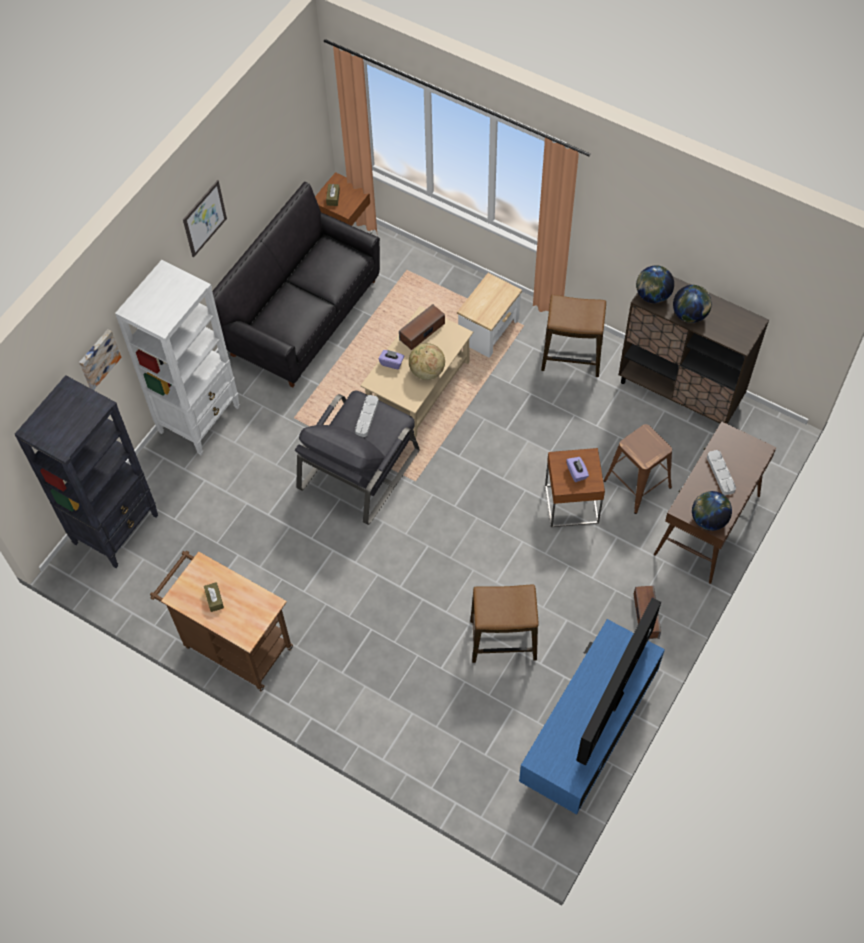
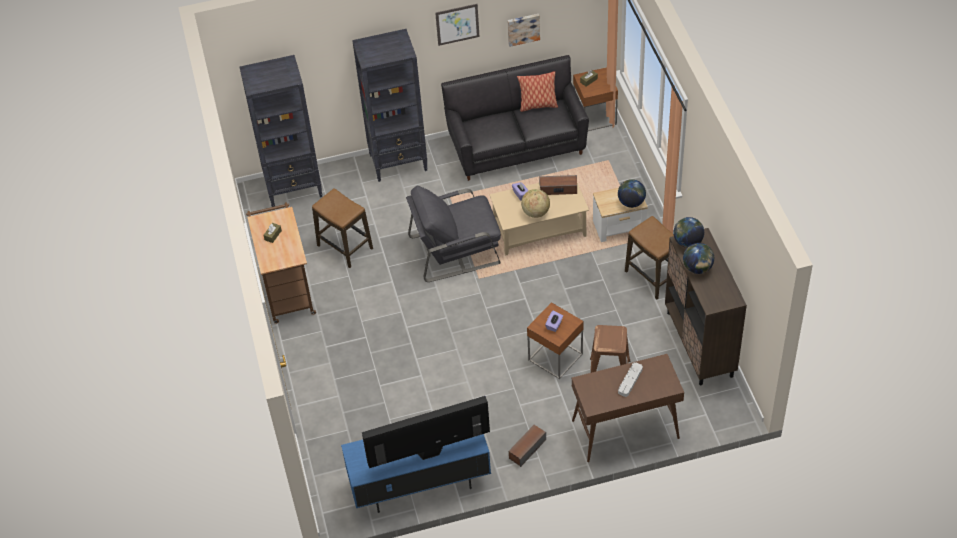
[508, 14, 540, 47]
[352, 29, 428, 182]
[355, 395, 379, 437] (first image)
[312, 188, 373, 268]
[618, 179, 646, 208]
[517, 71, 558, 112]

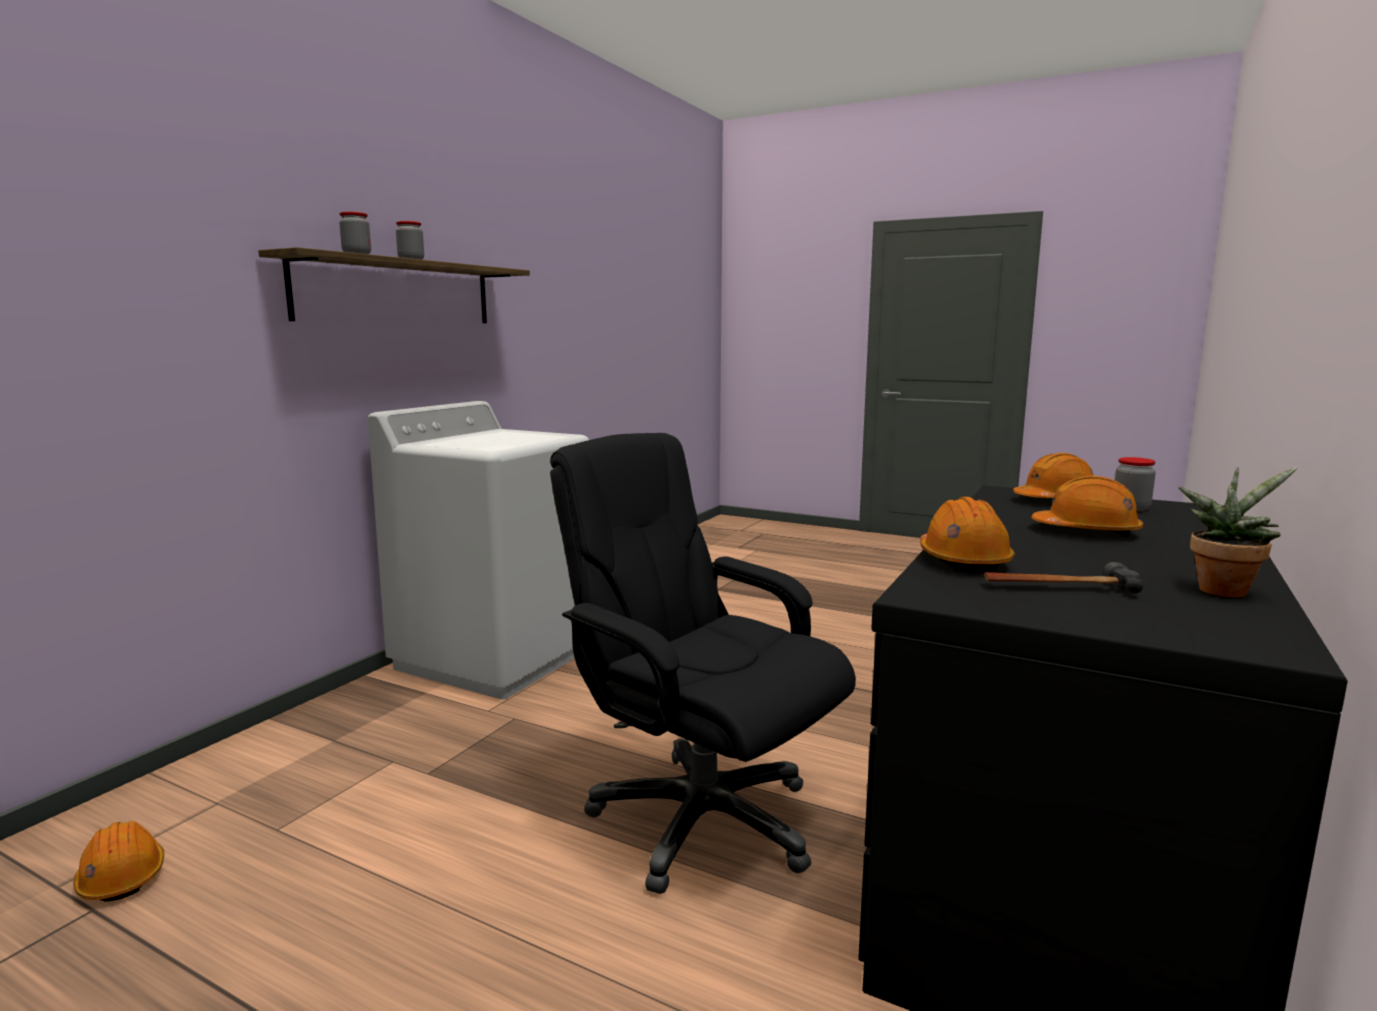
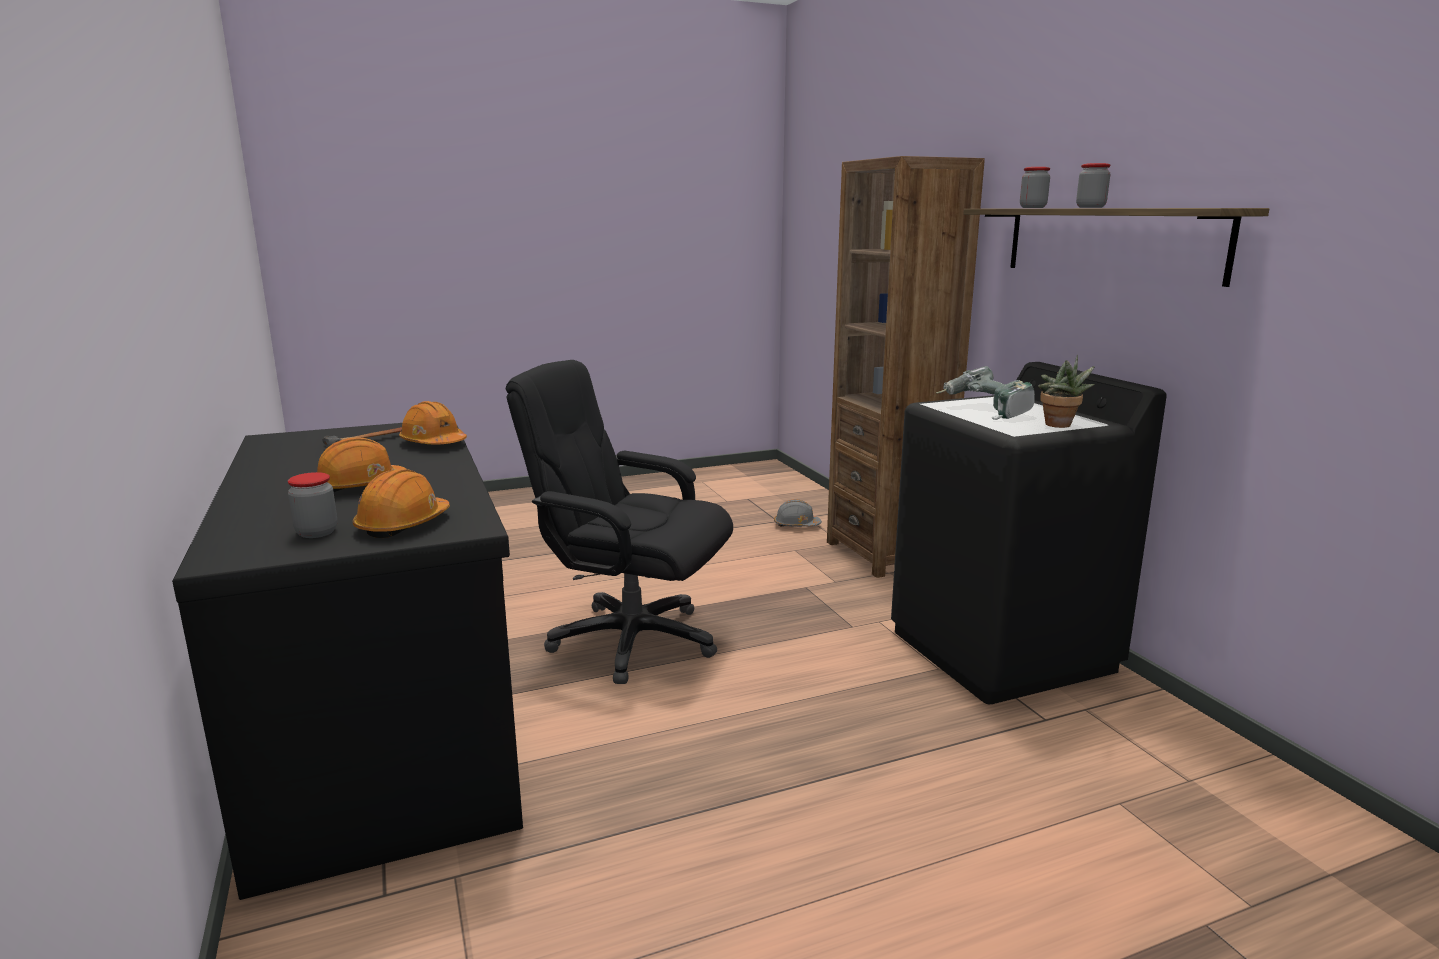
[774, 499, 822, 527]
[891, 362, 1167, 704]
[506, 360, 733, 684]
[1038, 355, 1095, 428]
[827, 156, 985, 578]
[936, 366, 1035, 420]

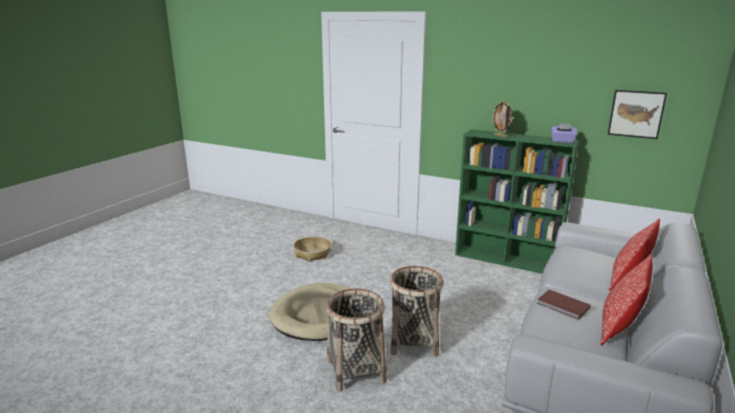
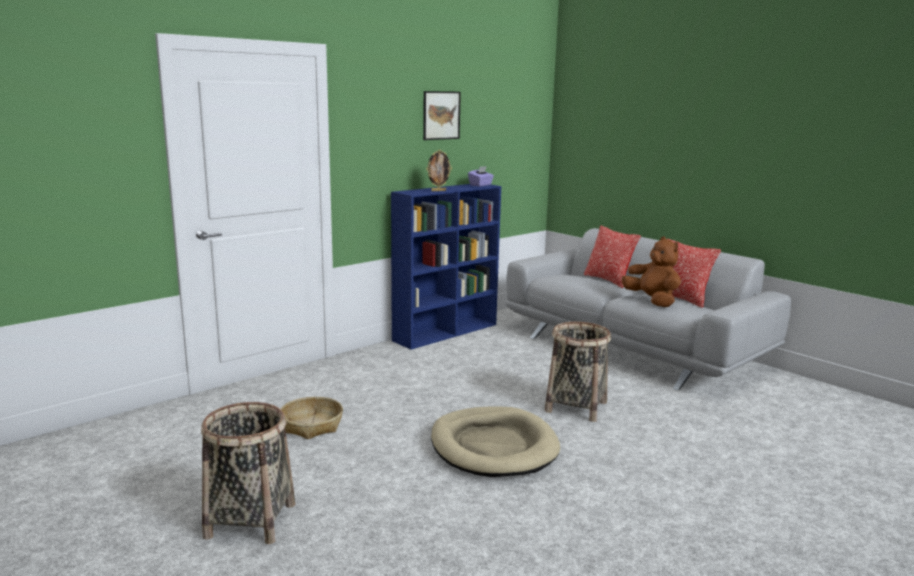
[201, 402, 295, 544]
[391, 184, 501, 349]
[622, 237, 681, 307]
[423, 91, 461, 140]

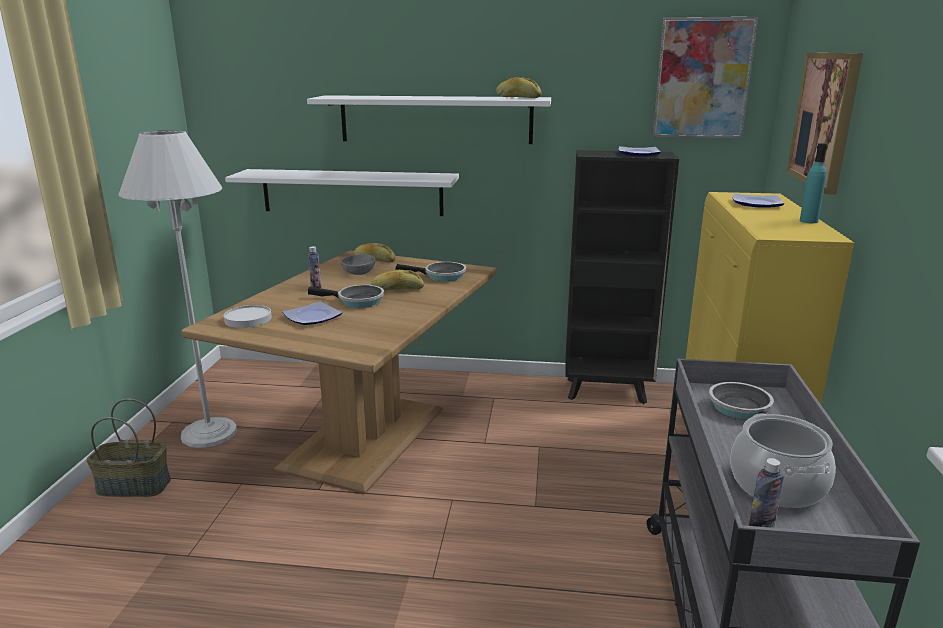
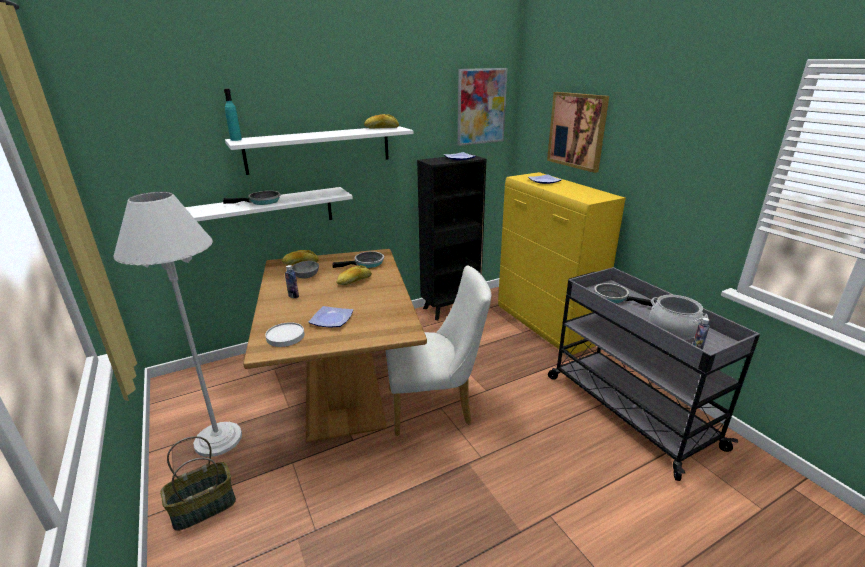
[223, 191, 280, 205]
[224, 89, 242, 141]
[385, 265, 491, 436]

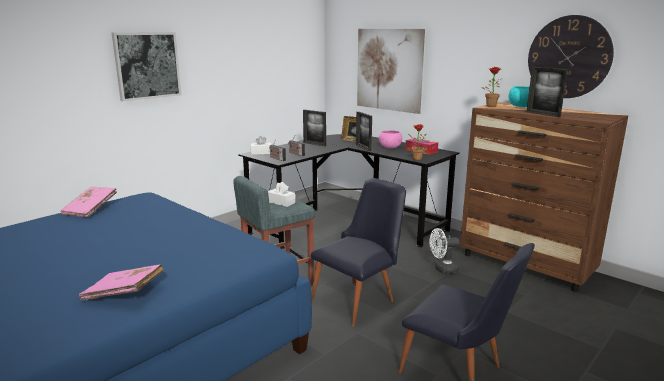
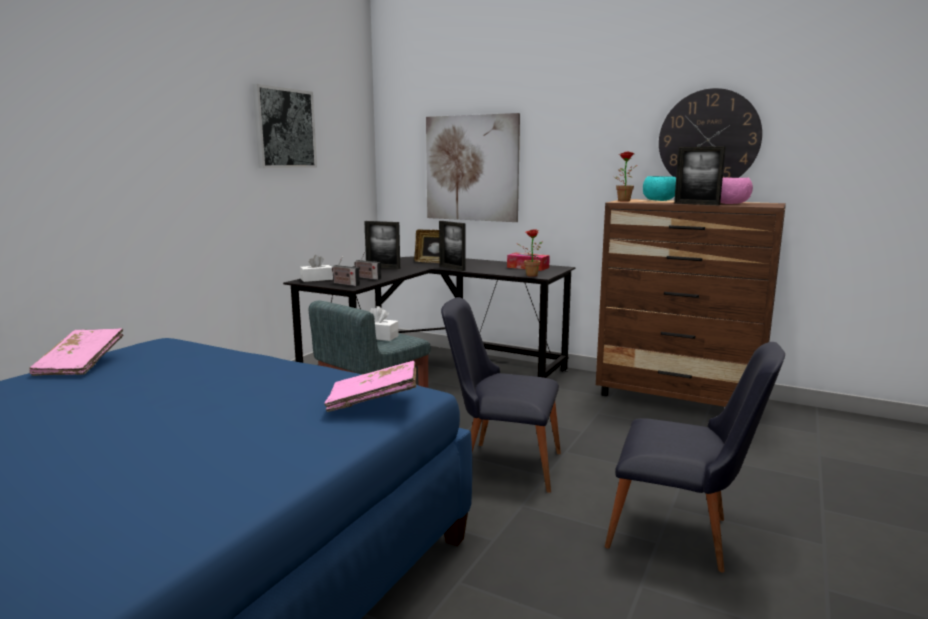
[324, 361, 417, 412]
[252, 84, 317, 168]
[441, 297, 561, 493]
[720, 177, 753, 204]
[430, 228, 459, 274] (first image)

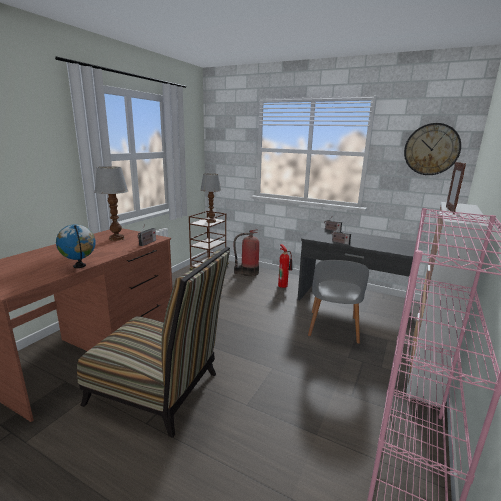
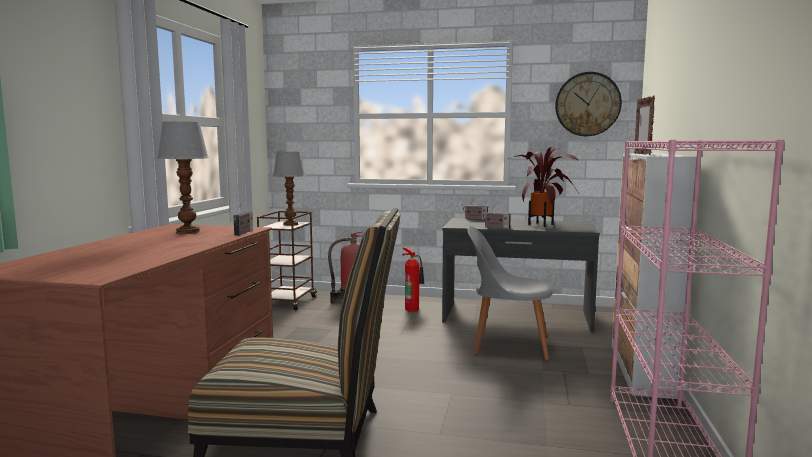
[56, 224, 96, 268] (first image)
[468, 226, 553, 360]
[508, 147, 579, 227]

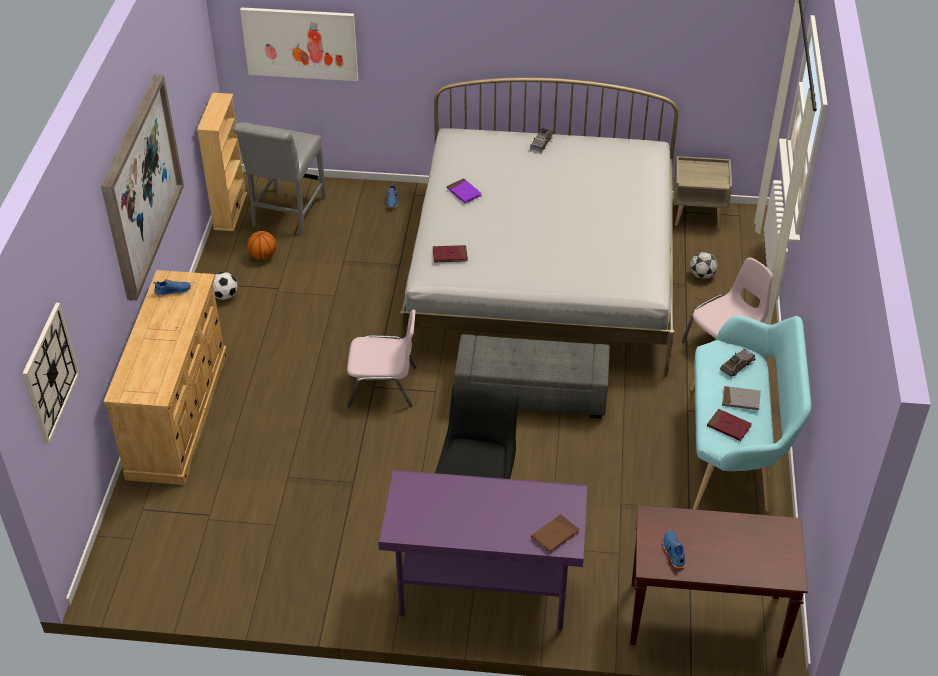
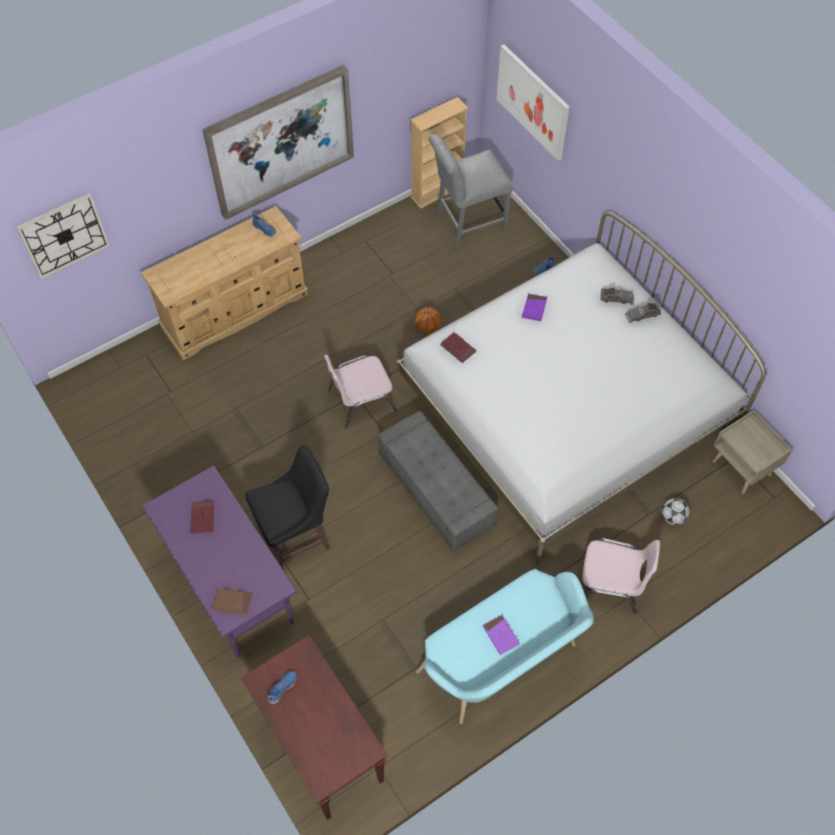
[213, 272, 238, 300] (first image)
[415, 307, 441, 334]
[324, 354, 397, 428]
[191, 500, 214, 534]
[601, 288, 634, 305]
[483, 615, 520, 655]

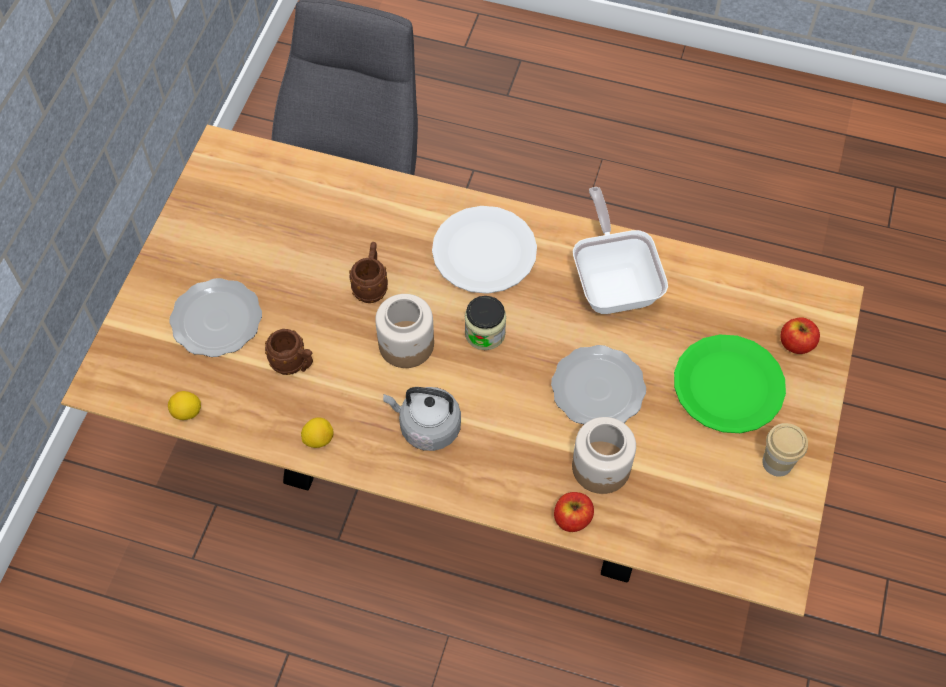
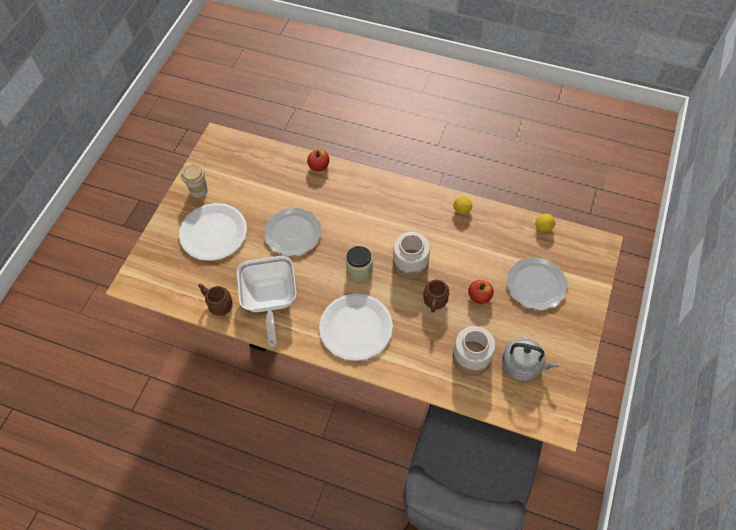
[198, 283, 233, 316]
[502, 338, 559, 381]
[453, 326, 496, 376]
[179, 203, 247, 261]
[468, 280, 494, 304]

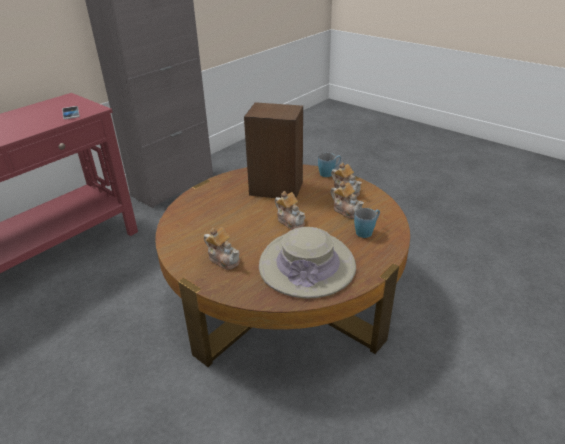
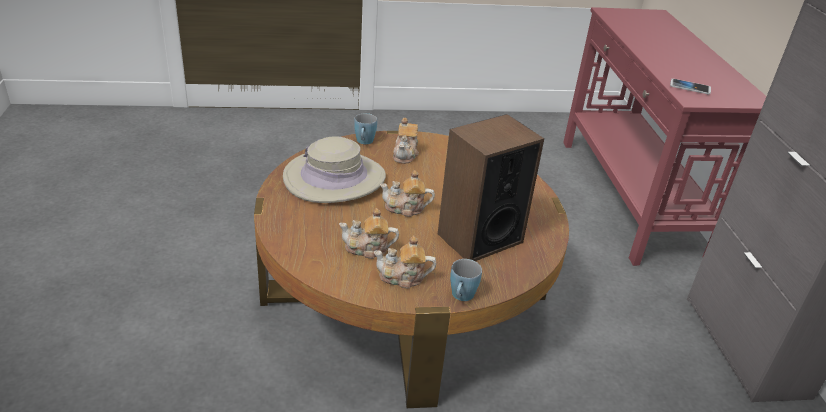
[393, 118, 419, 164]
[354, 113, 377, 144]

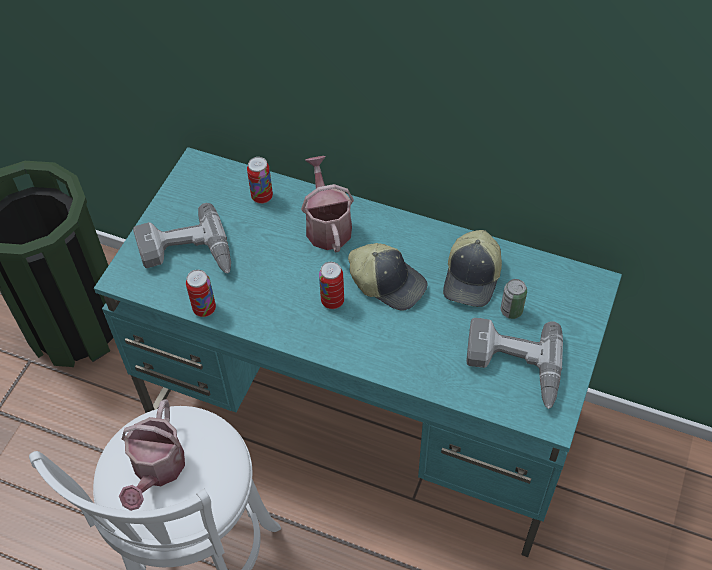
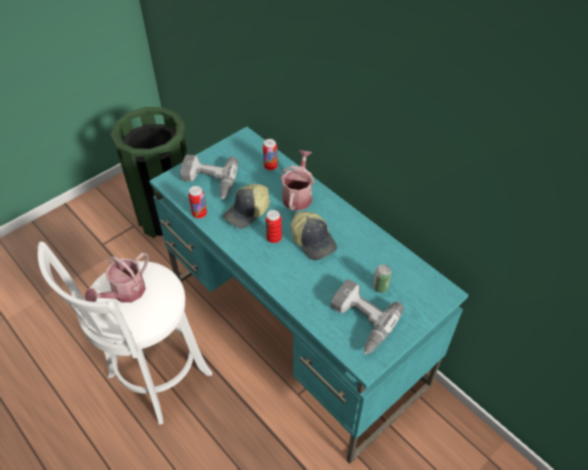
[223, 184, 270, 228]

